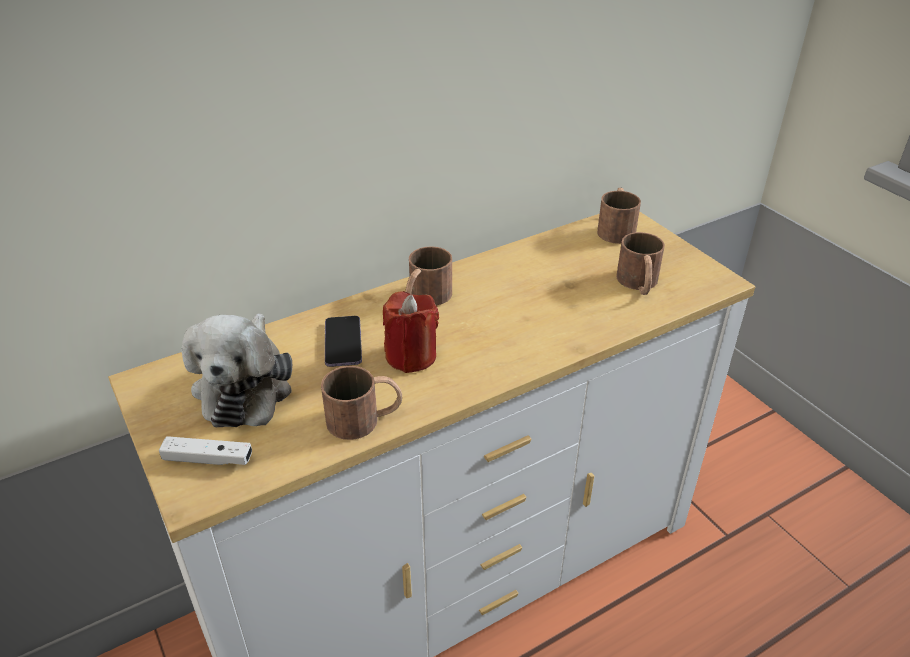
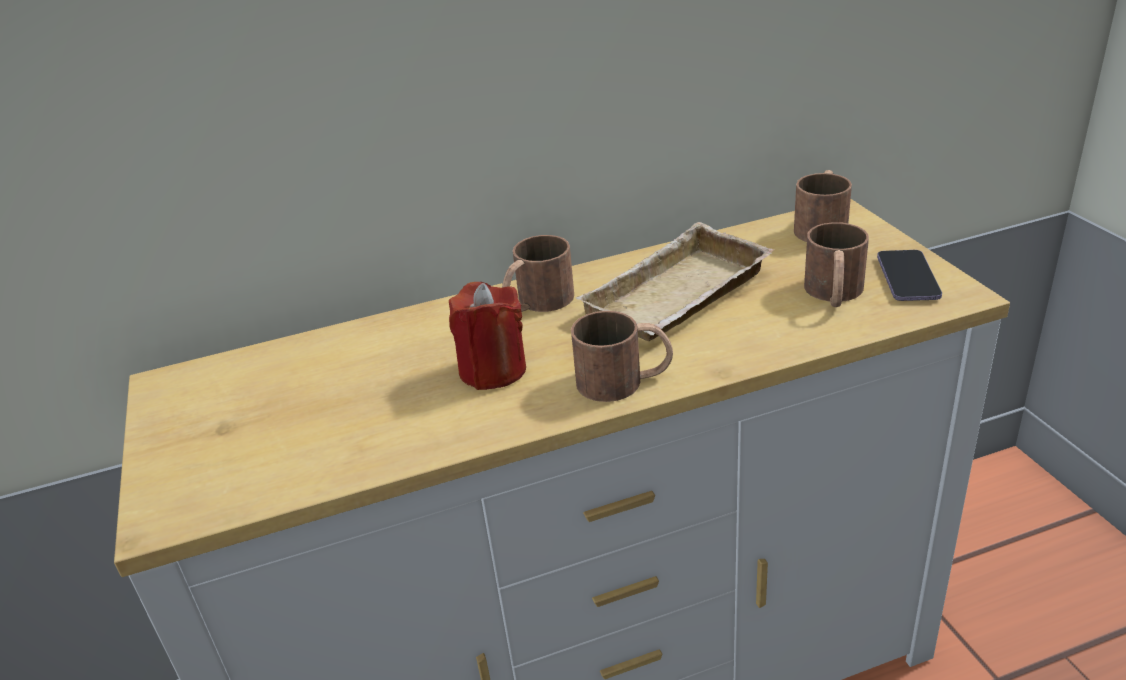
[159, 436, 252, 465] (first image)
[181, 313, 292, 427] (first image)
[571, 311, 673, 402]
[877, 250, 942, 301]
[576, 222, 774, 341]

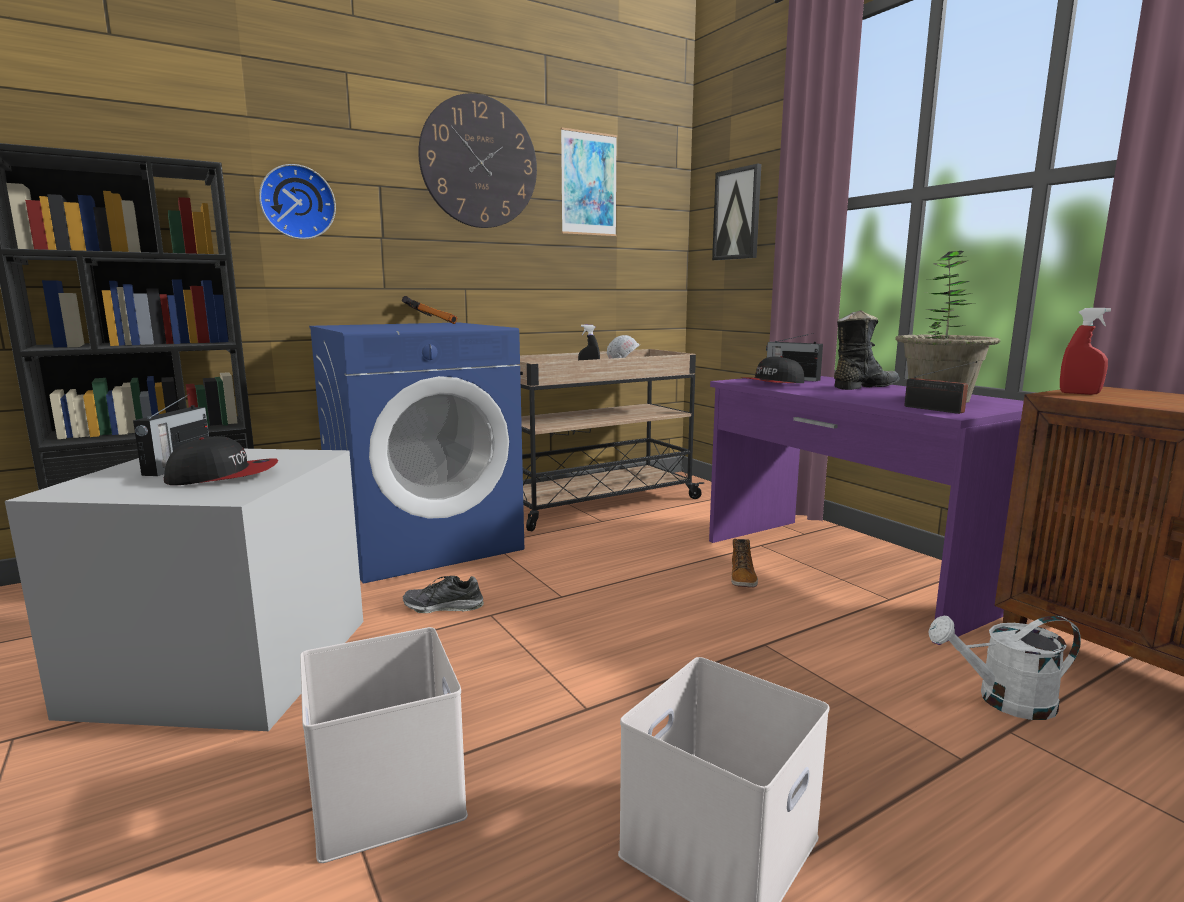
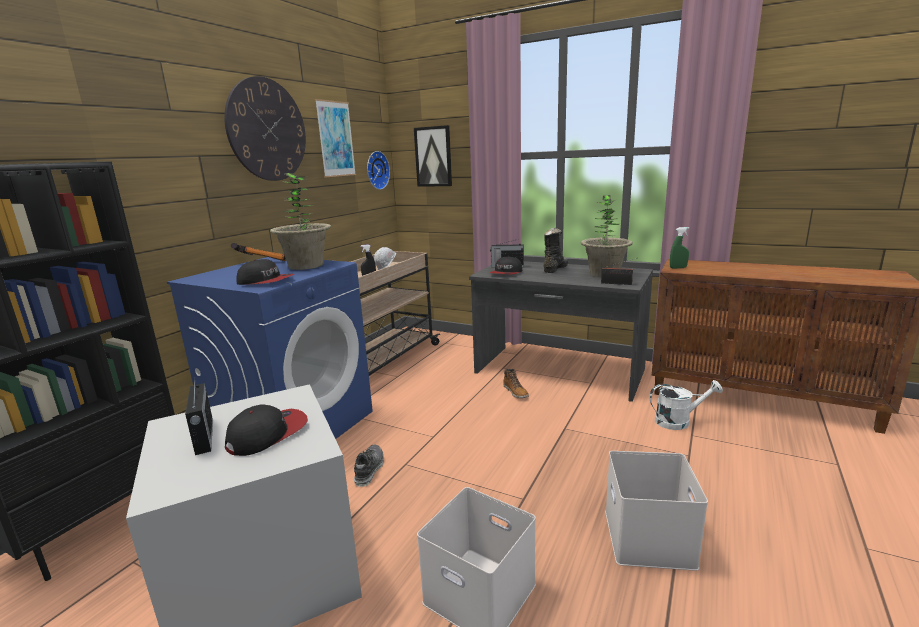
[367, 151, 390, 190]
[354, 444, 384, 487]
[469, 261, 653, 402]
[649, 380, 723, 430]
[670, 227, 689, 268]
[236, 259, 294, 285]
[270, 173, 331, 270]

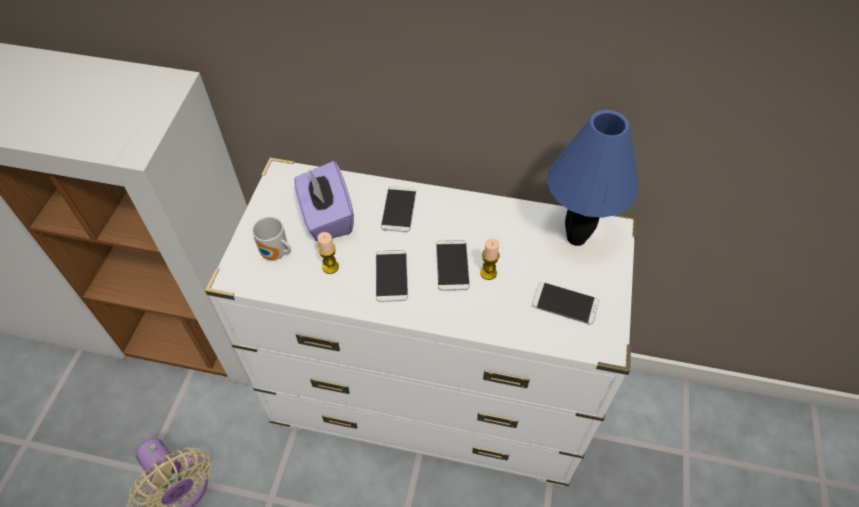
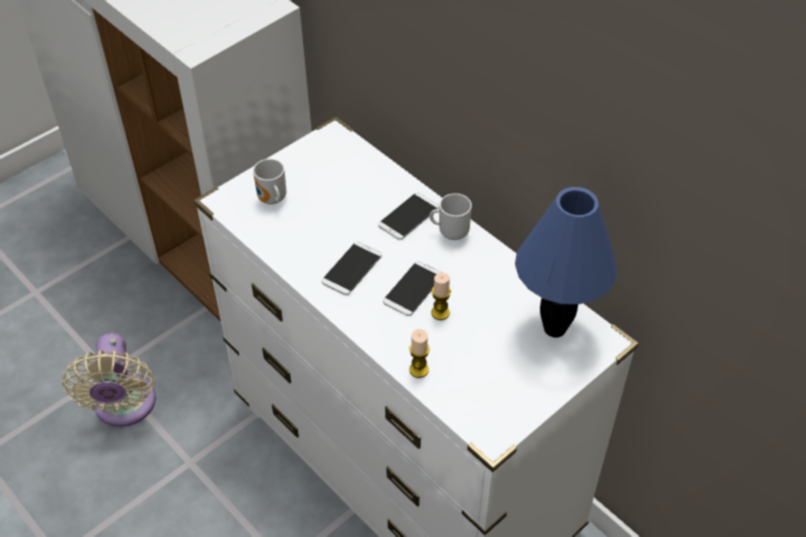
[294, 161, 354, 241] (first image)
[409, 329, 430, 378]
[532, 282, 599, 325] (first image)
[430, 193, 472, 240]

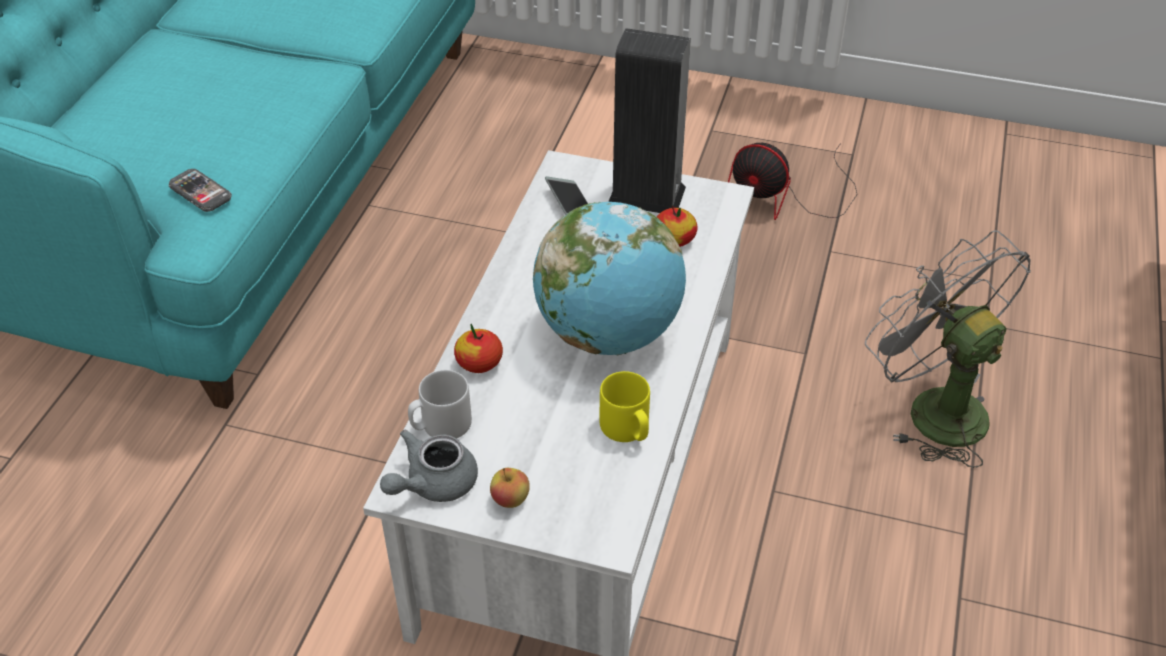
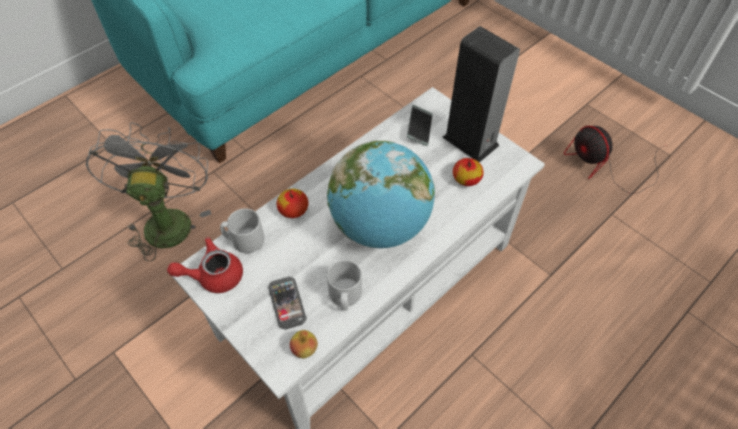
[268, 277, 307, 330]
[167, 237, 243, 293]
[290, 330, 318, 358]
[327, 260, 362, 311]
[85, 122, 211, 261]

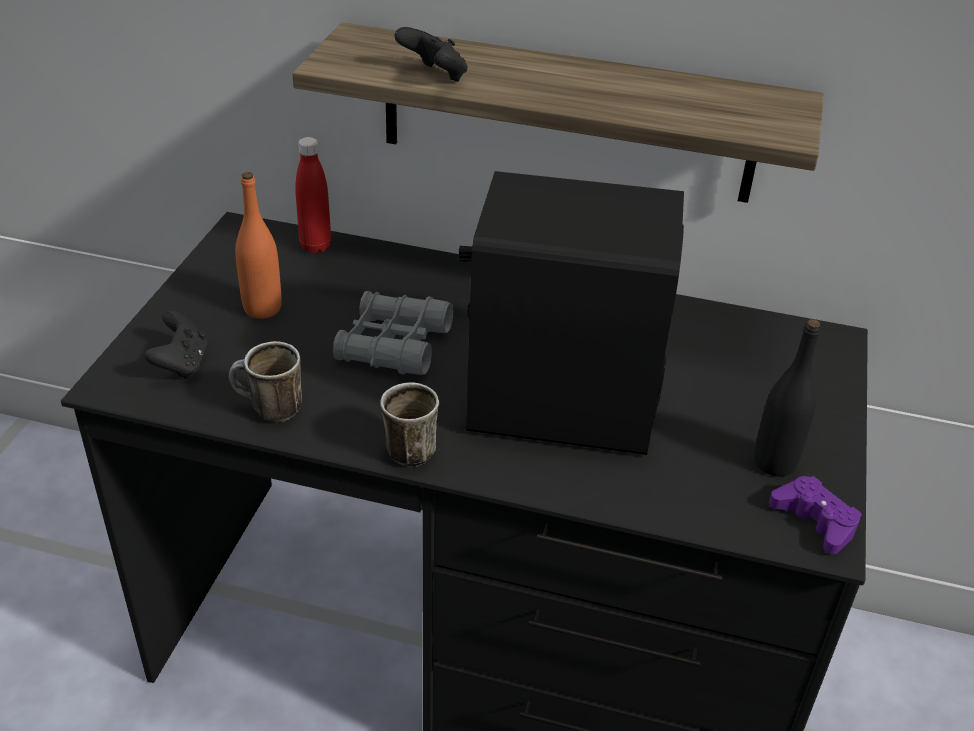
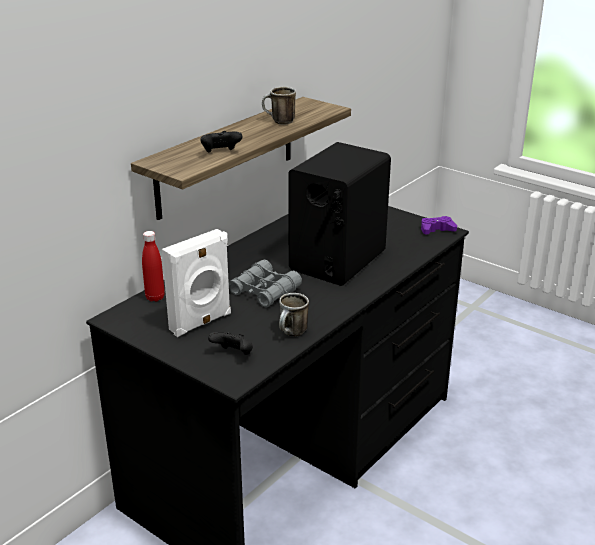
[162, 229, 231, 337]
[262, 87, 296, 125]
[754, 319, 820, 476] (first image)

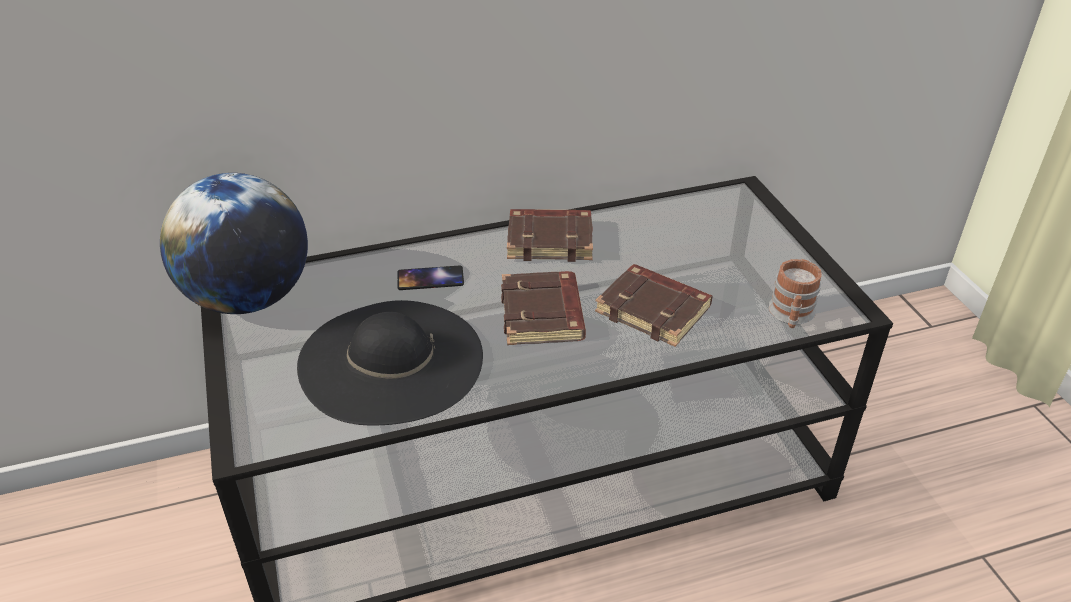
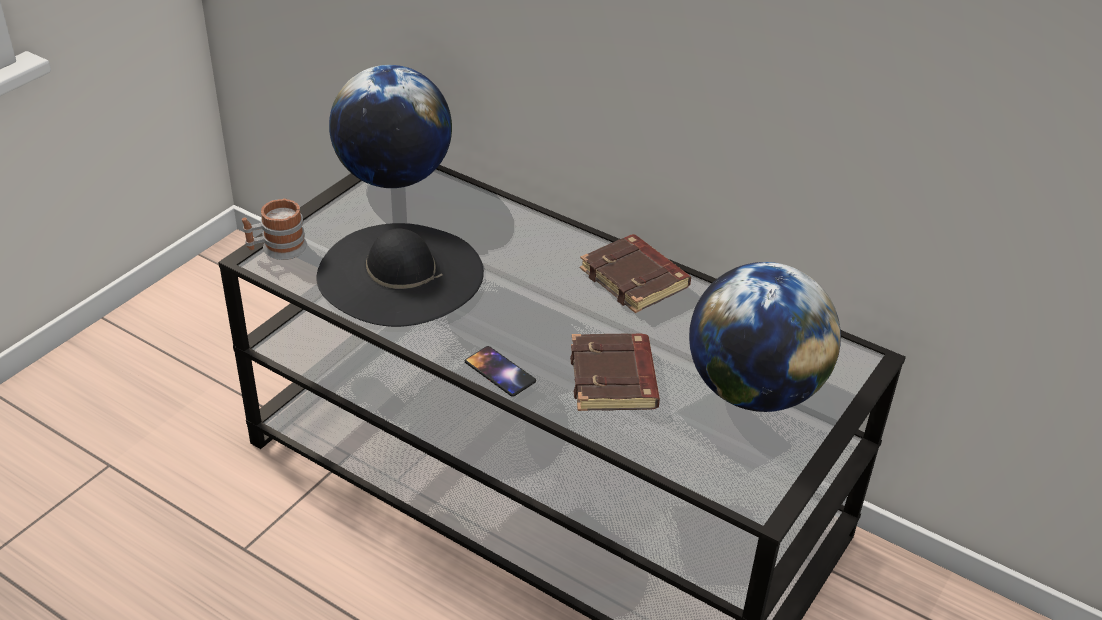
[465, 346, 536, 397]
[501, 271, 586, 345] (first image)
[242, 199, 307, 260]
[689, 262, 841, 412]

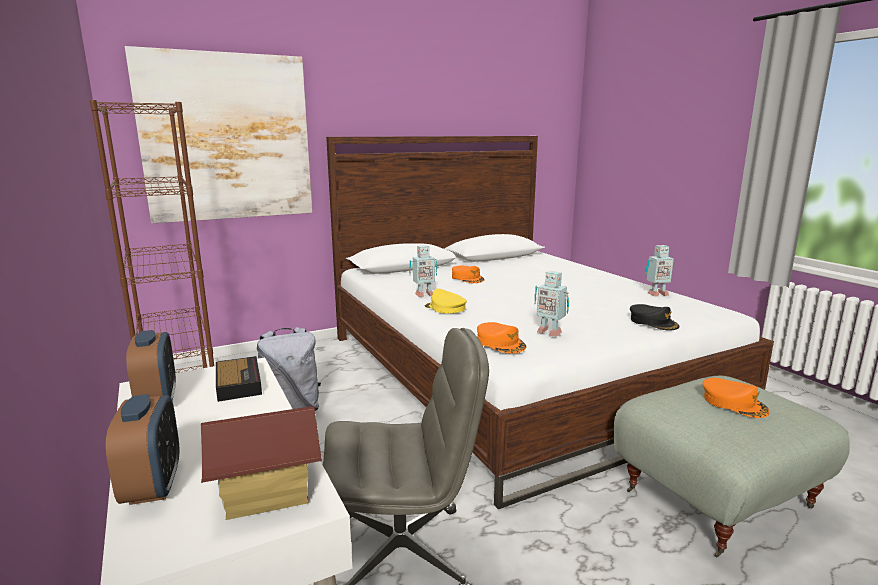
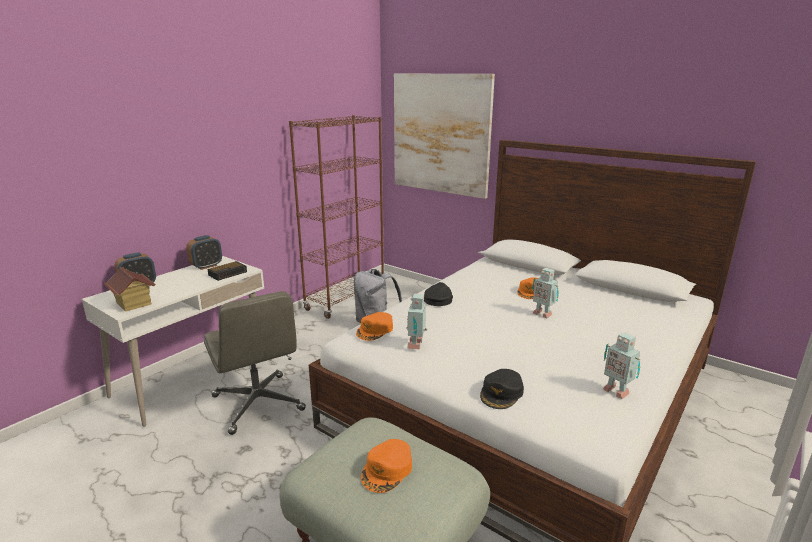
[532, 268, 559, 318]
[424, 282, 453, 306]

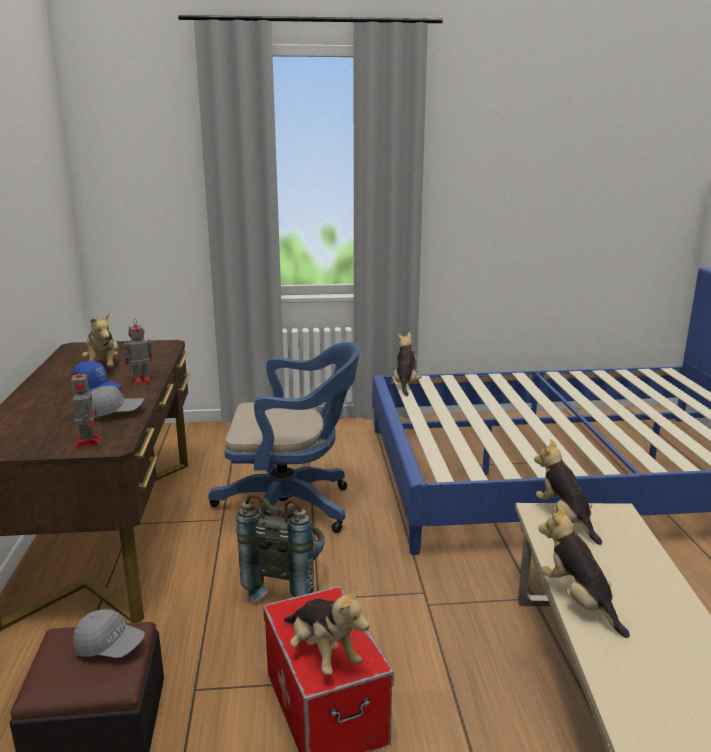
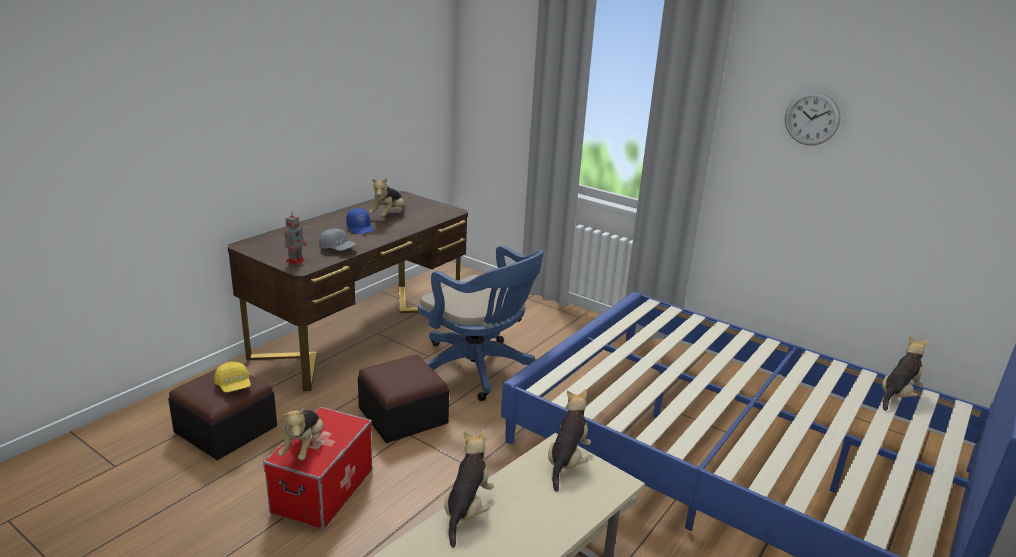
[214, 362, 251, 392]
[123, 319, 152, 385] (first image)
[358, 354, 449, 443]
[882, 336, 928, 411]
[785, 92, 841, 146]

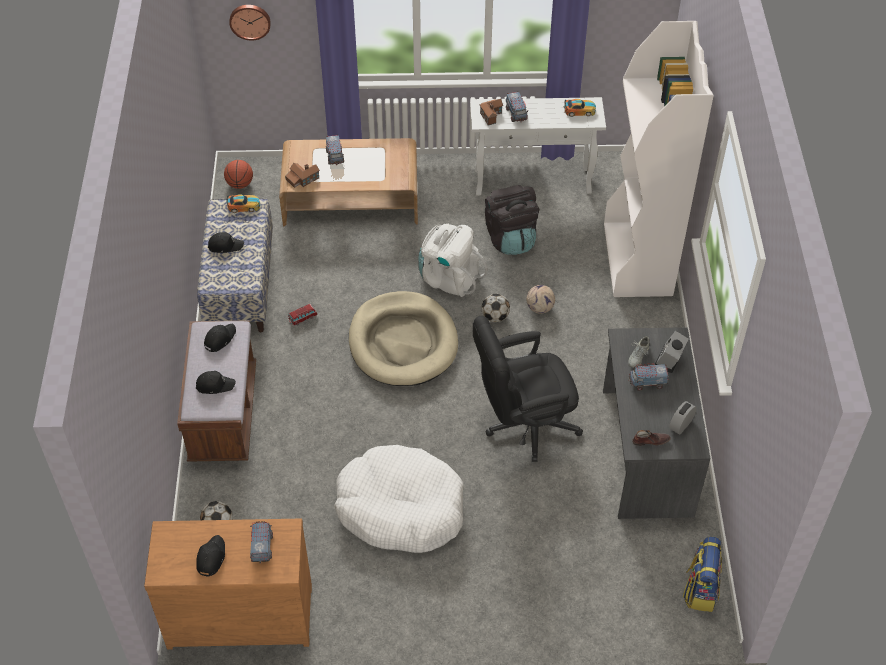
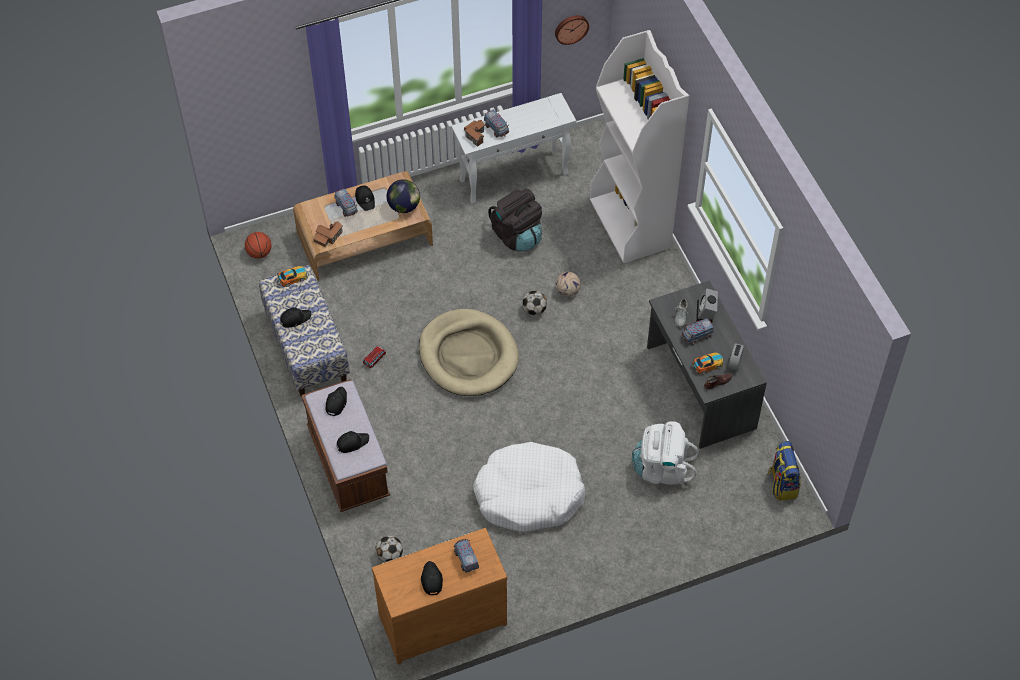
[555, 15, 589, 45]
[632, 421, 699, 485]
[473, 316, 583, 462] (first image)
[692, 353, 723, 374]
[355, 185, 375, 211]
[387, 179, 420, 213]

